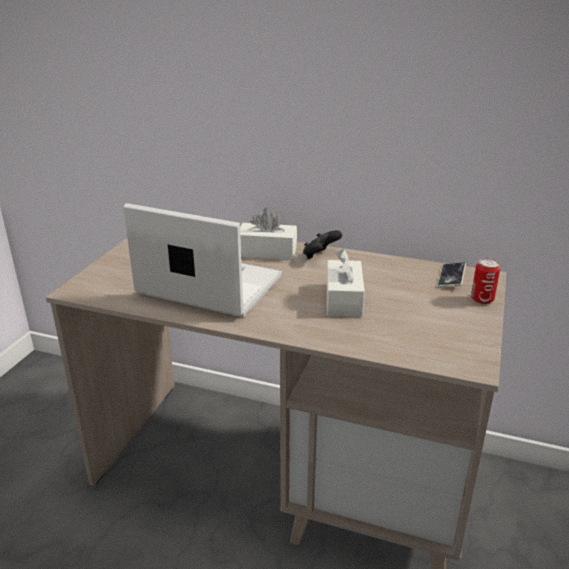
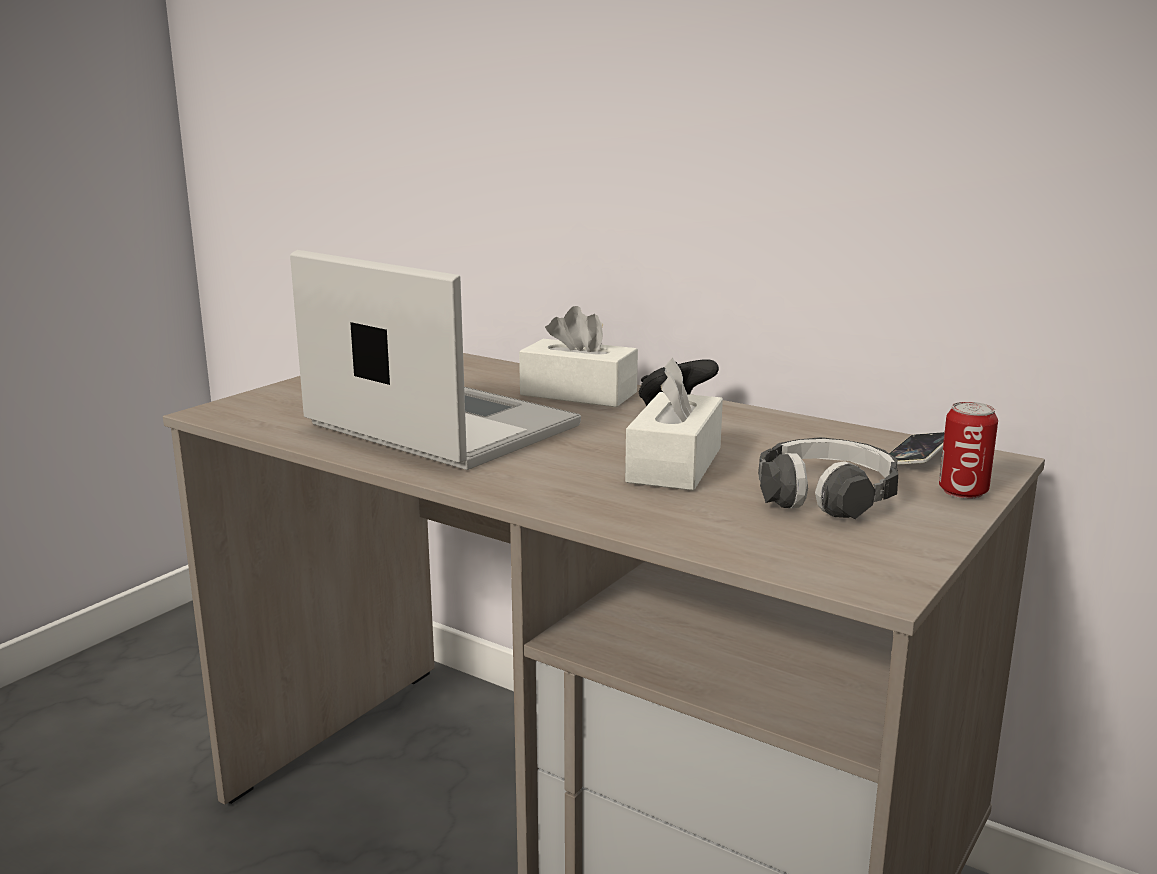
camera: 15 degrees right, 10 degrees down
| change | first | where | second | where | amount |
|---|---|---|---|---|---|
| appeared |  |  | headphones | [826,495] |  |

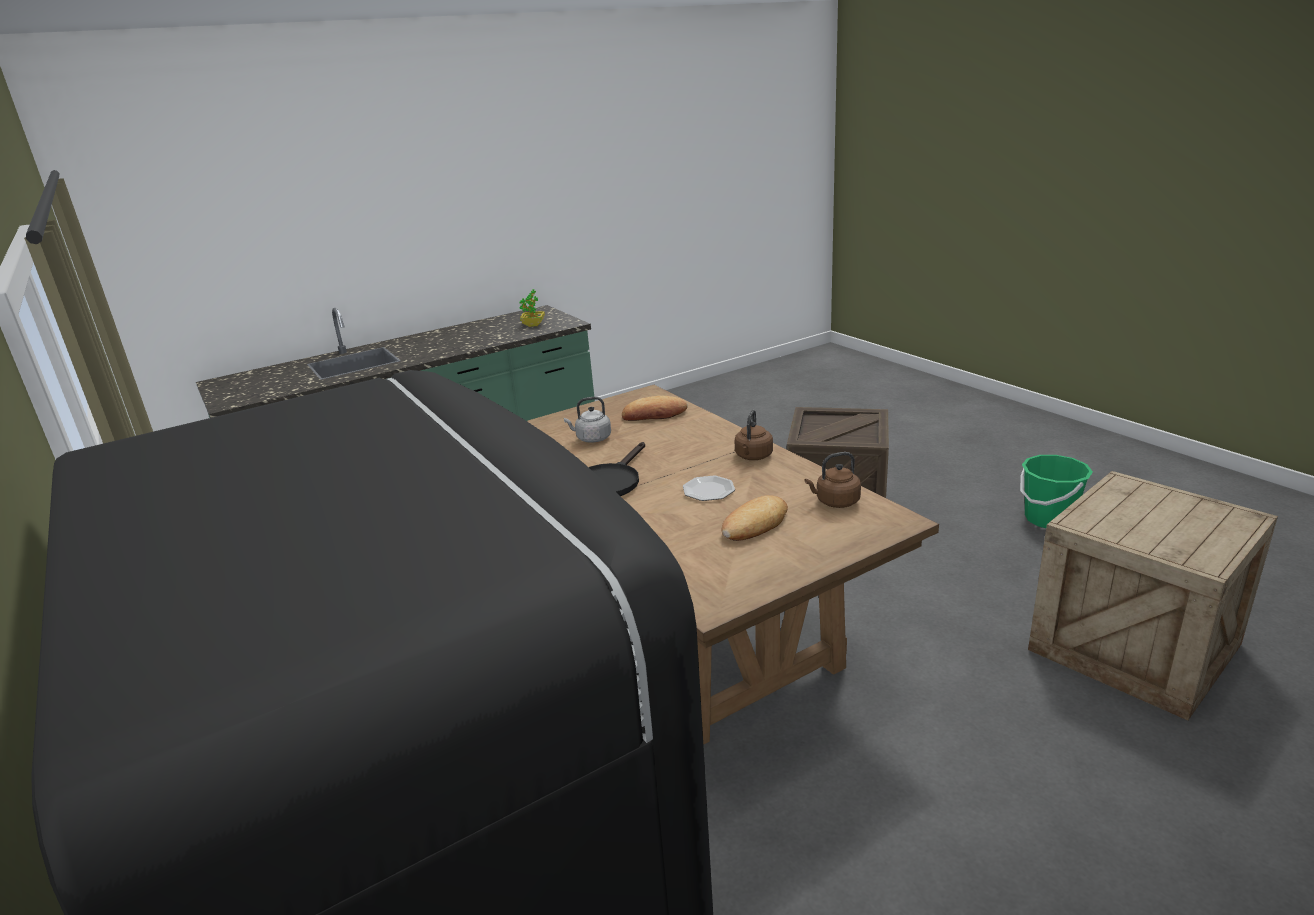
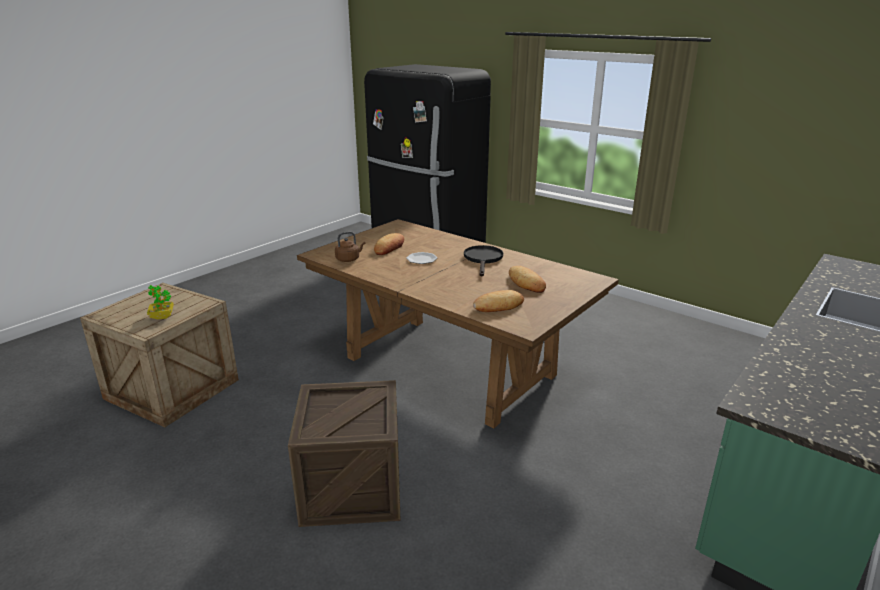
camera: 160 degrees right, 0 degrees up
| change | first | where | second | where | amount |
|---|---|---|---|---|---|
| relocated | potted plant | [533,325] |  | [162,316] |  |
| exchanged | water kettle (gray) | [591,438] | bread | [526,283] |  |
| missing | water kettle (brownish) | [753,457] |  |  |  |
| missing | water bucket (green) | [1048,519] |  |  |  |

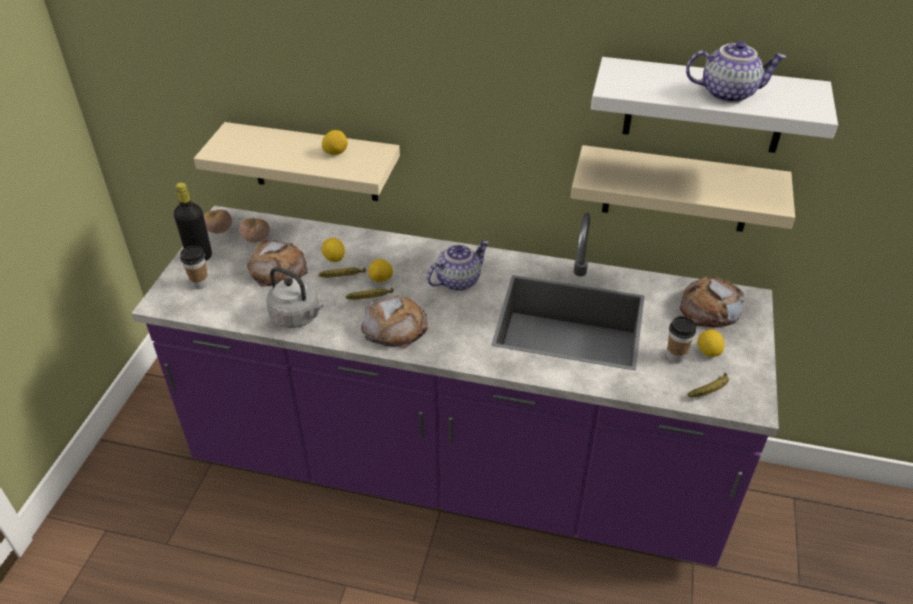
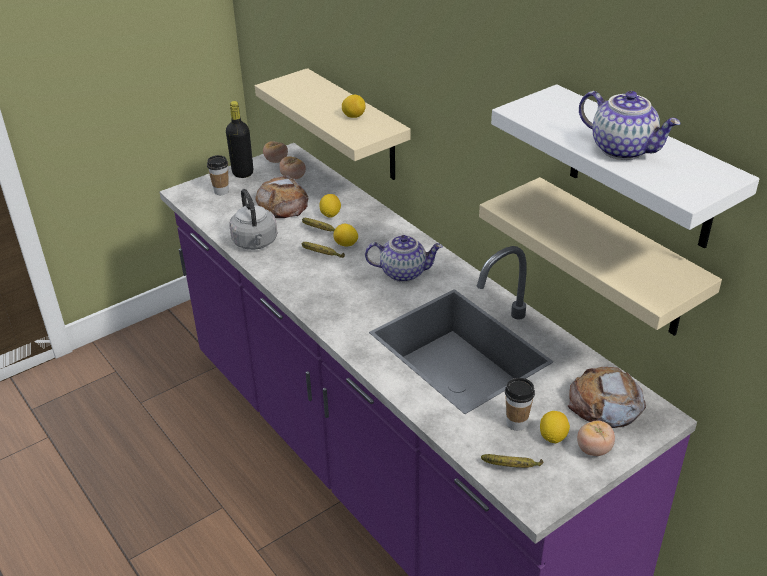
camera: 40 degrees right, 5 degrees down
| change | first | where | second | where | amount |
|---|---|---|---|---|---|
| missing | bread | [395,327] |  |  |  |
| appeared |  |  | tomato | [594,449] |  |

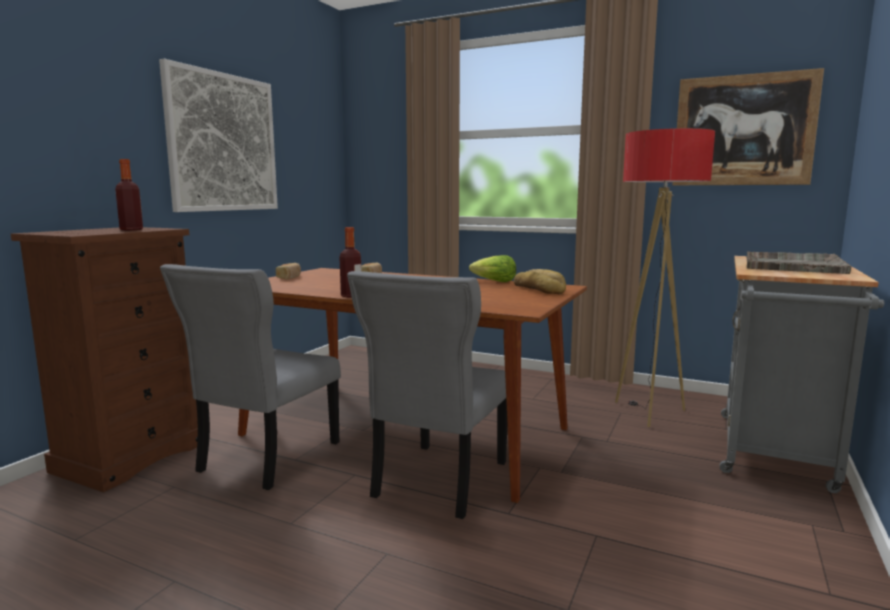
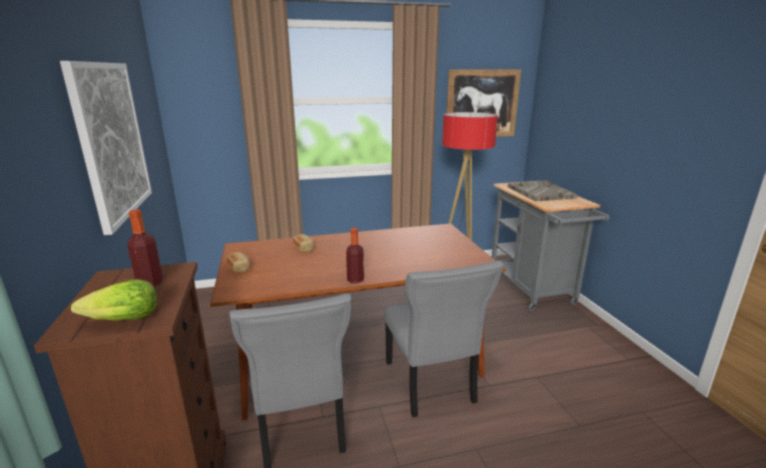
camera: 40 degrees left, 10 degrees up
| change | first | where | second | where | amount |
|---|---|---|---|---|---|
| relocated | lettuce | [494,281] |  | [123,320] |  |
| missing | bread | [539,289] |  |  |  |

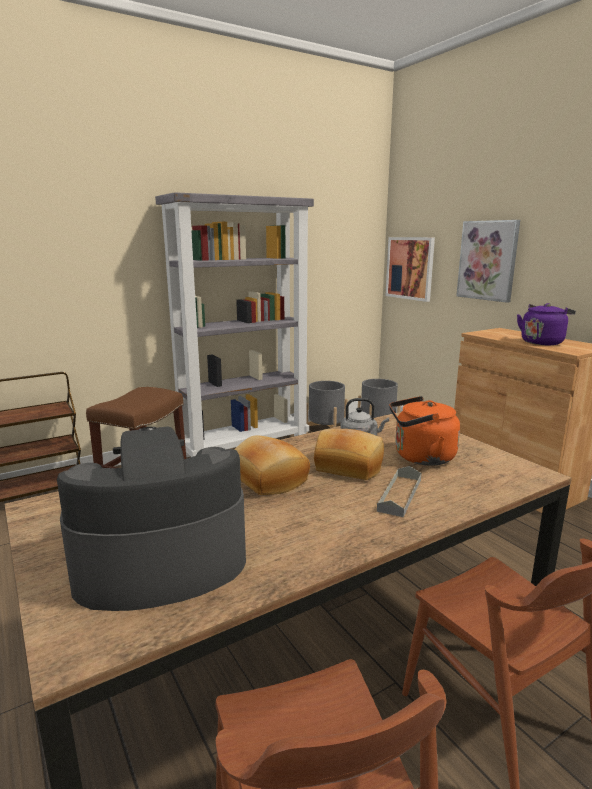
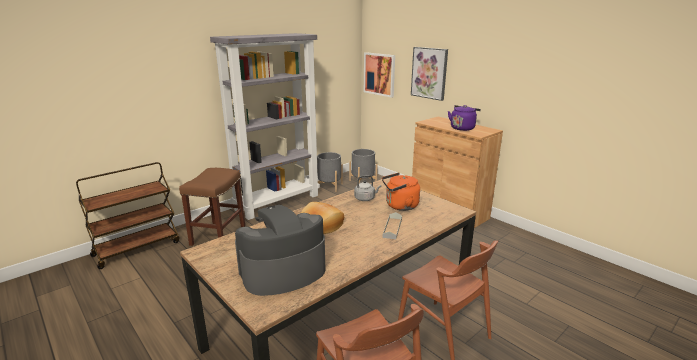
camera: 10 degrees left, 5 degrees up
| change | first | where | second | where | amount |
|---|---|---|---|---|---|
| missing | bread | [349,466] |  |  |  |

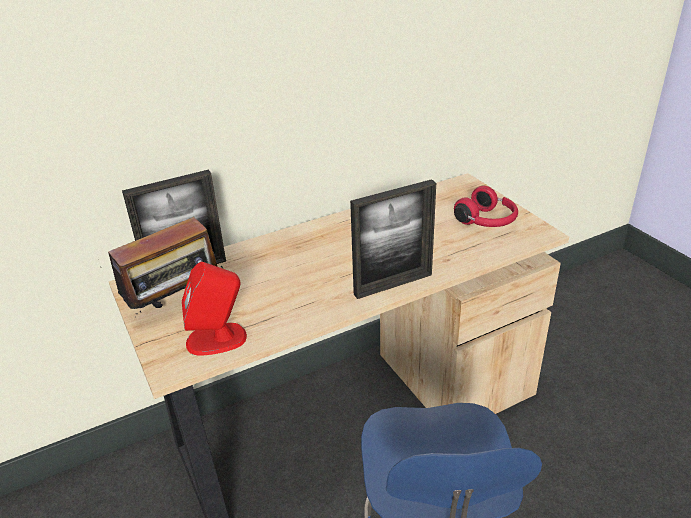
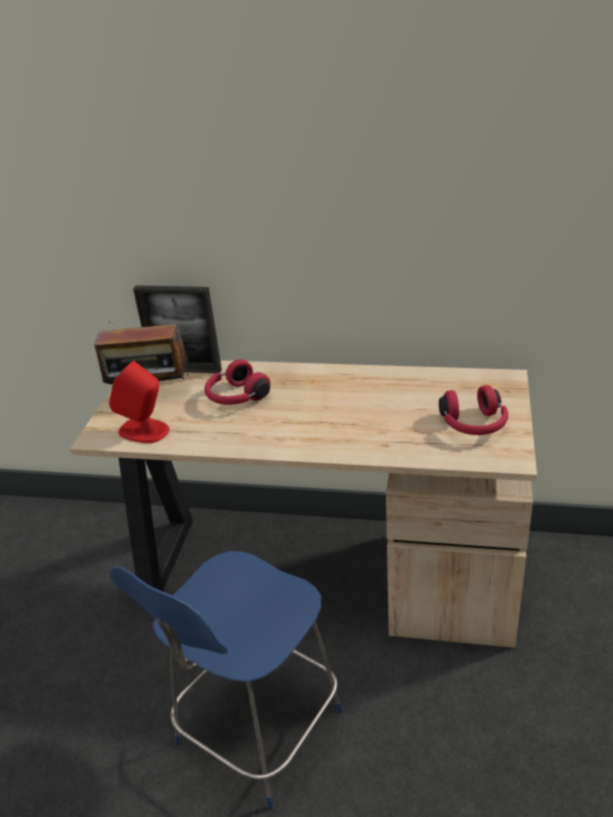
camera: 40 degrees right, 0 degrees up
| change | first | where | second | where | amount |
|---|---|---|---|---|---|
| missing | picture frame | [393,284] |  |  |  |
| appeared |  |  | headphones (reddish) | [236,397] |  |

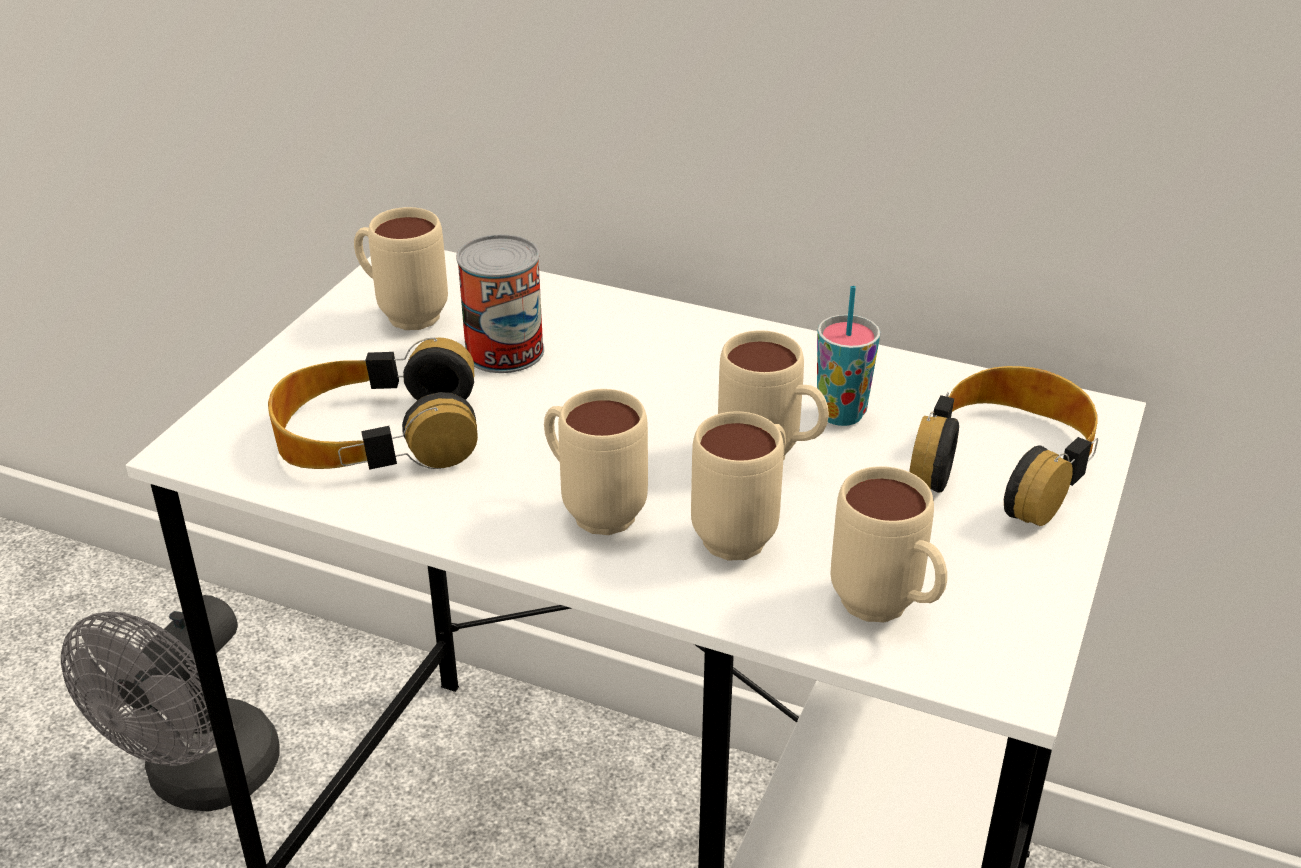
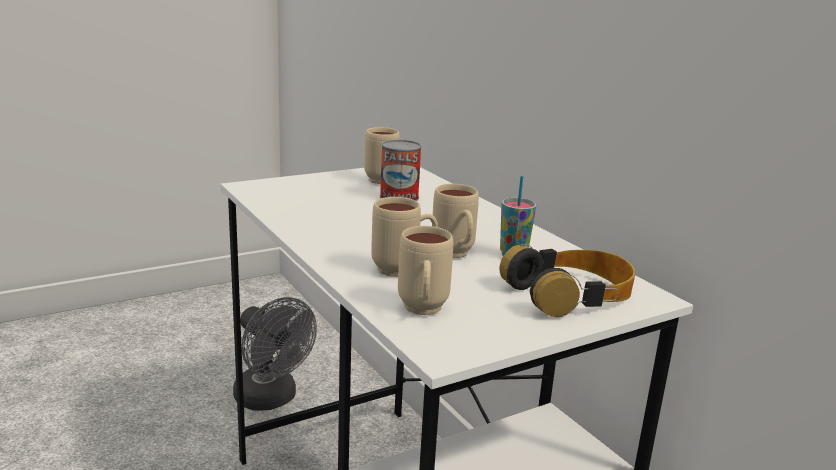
camera: 35 degrees right, 15 degrees down
| change | first | where | second | where | amount |
|---|---|---|---|---|---|
| missing | headphones | [377,435] |  |  |  |
| missing | coffee mug (sand-coloured) | [592,509] |  |  |  |
| spun | fan (gray) | [200,781] |  | [271,399] | 105 degrees counterclockwise |

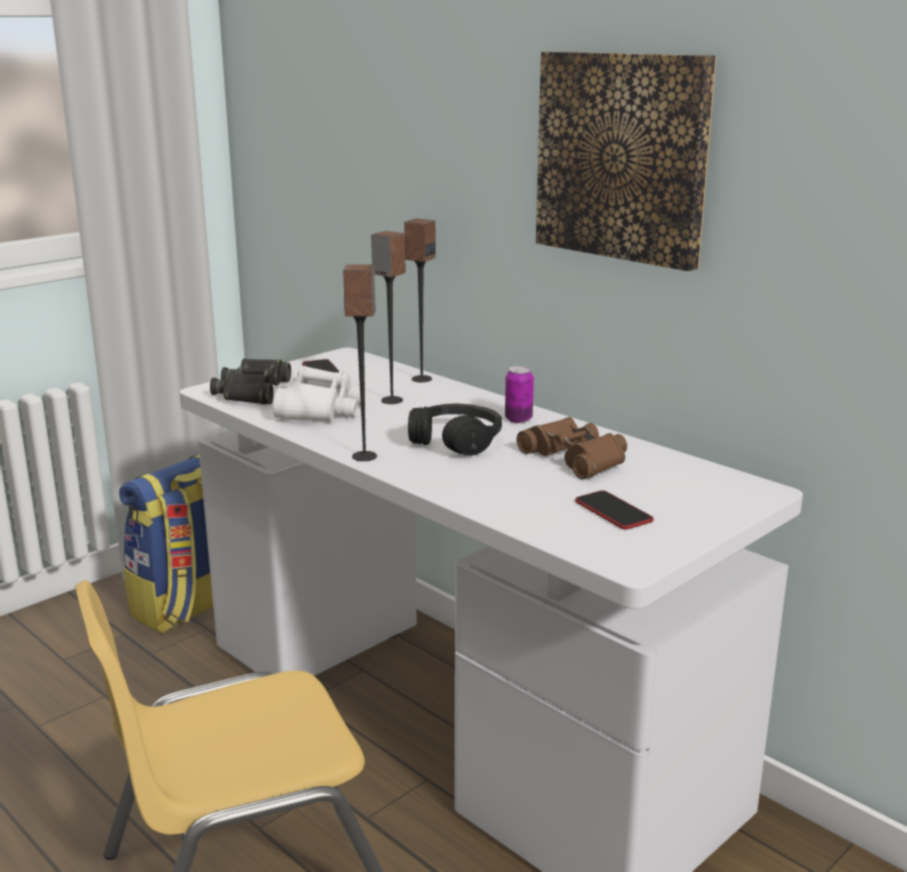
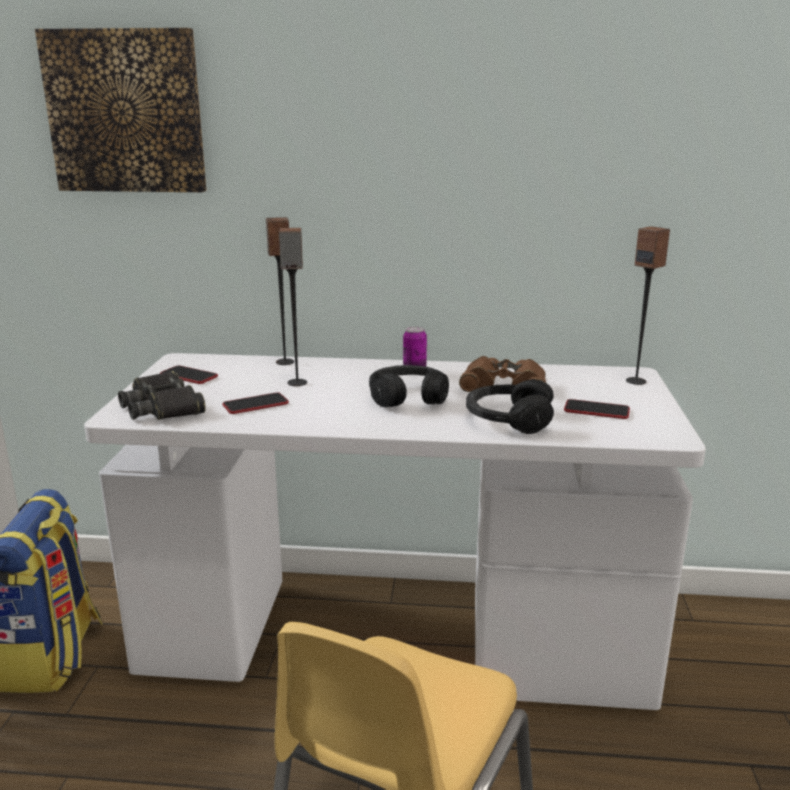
camera: 40 degrees left, 0 degrees up
| change | first | where | second | where | amount |
|---|---|---|---|---|---|
| relocated | picture | [623,157] |  | [126,112] |  |
| relocated | loudspeaker | [365,456] |  | [636,381] |  |
| exchanged | binoculars (white) | [320,409] | telephone | [255,404] |  |
| appeared |  |  | headphones (black) | [508,420] |  |

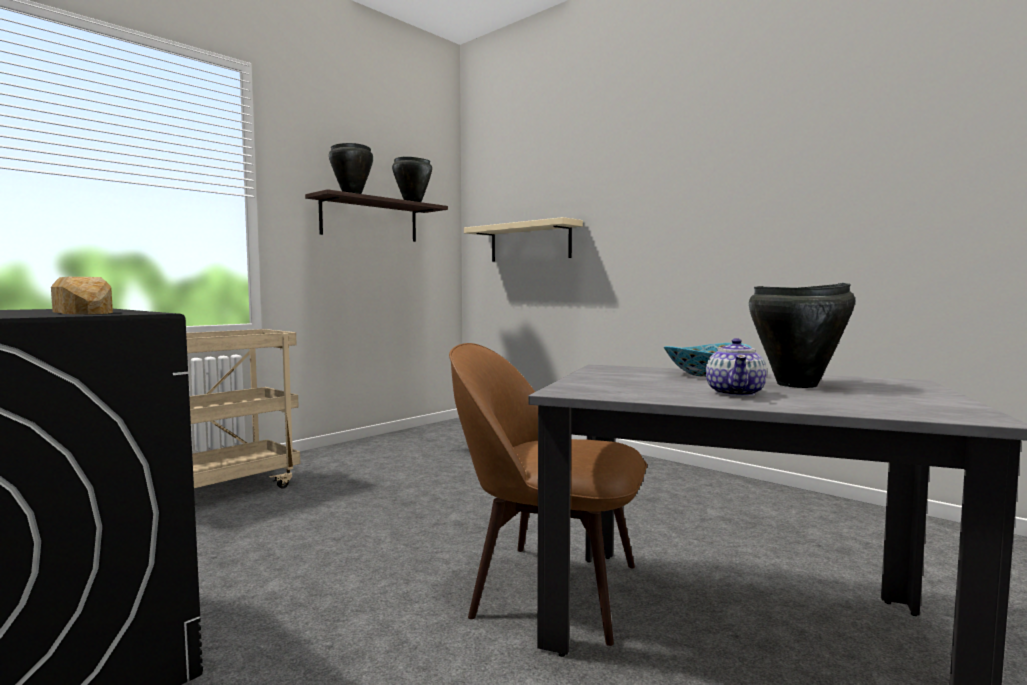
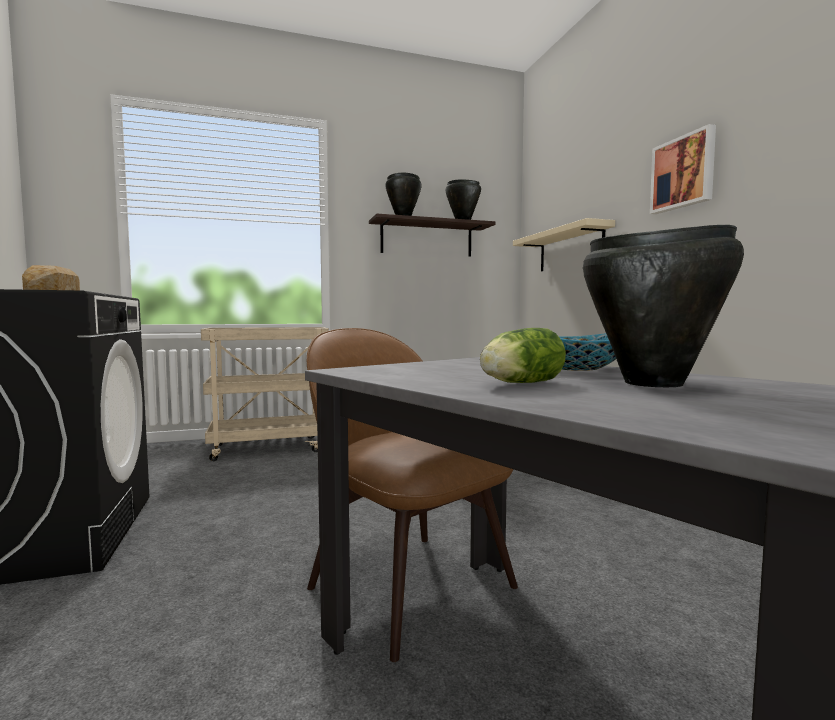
camera: 30 degrees right, 0 degrees up
| change | first | where | second | where | amount |
|---|---|---|---|---|---|
| exchanged | pot for tea | [735,393] | lettuce | [519,384] |  |
| appeared |  |  | picture | [683,173] |  |

